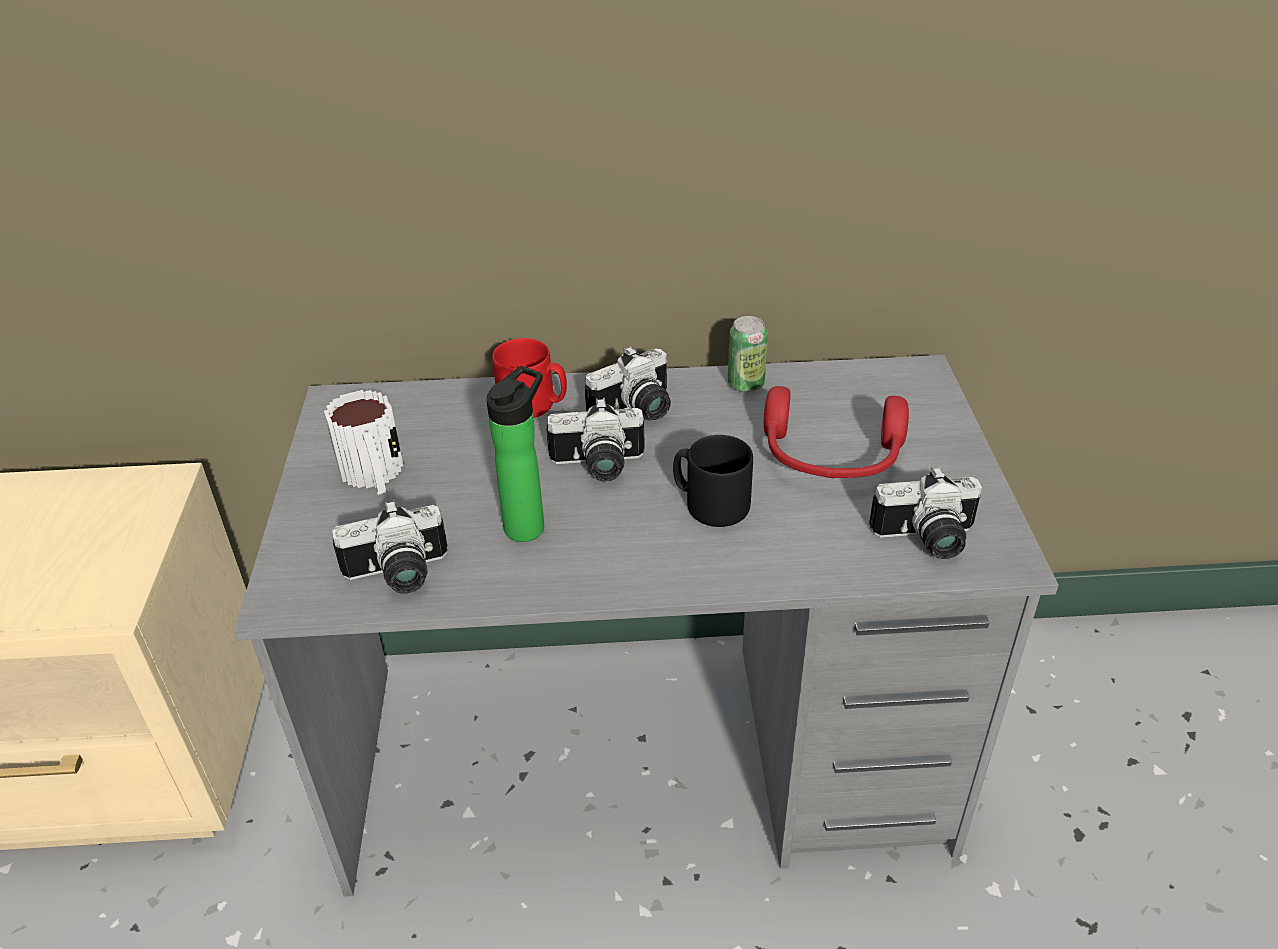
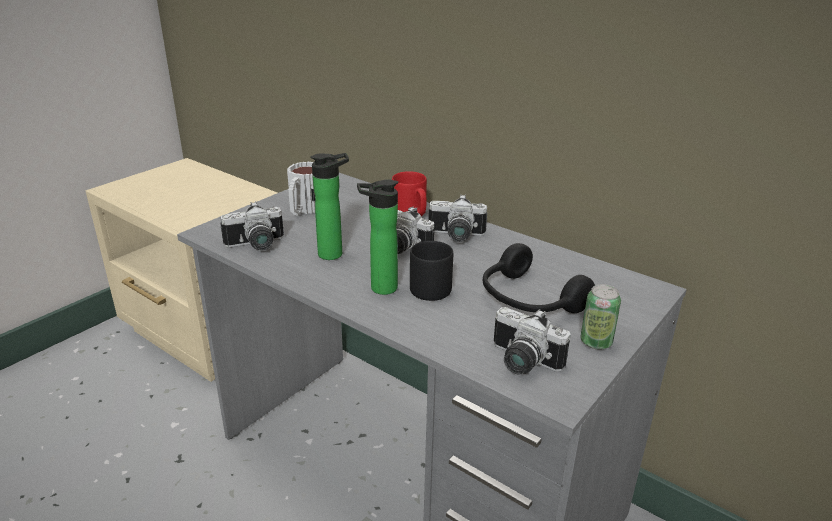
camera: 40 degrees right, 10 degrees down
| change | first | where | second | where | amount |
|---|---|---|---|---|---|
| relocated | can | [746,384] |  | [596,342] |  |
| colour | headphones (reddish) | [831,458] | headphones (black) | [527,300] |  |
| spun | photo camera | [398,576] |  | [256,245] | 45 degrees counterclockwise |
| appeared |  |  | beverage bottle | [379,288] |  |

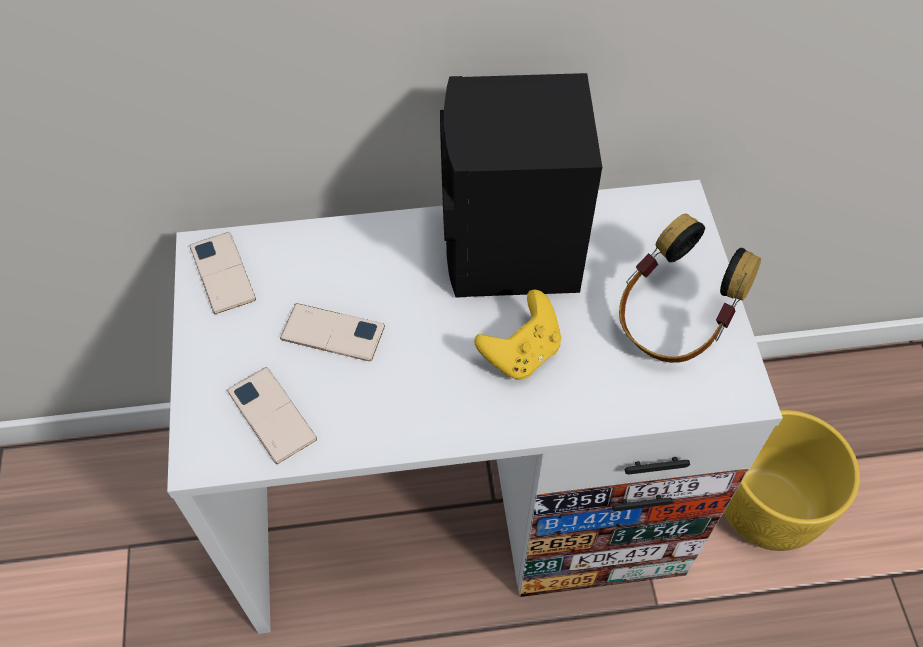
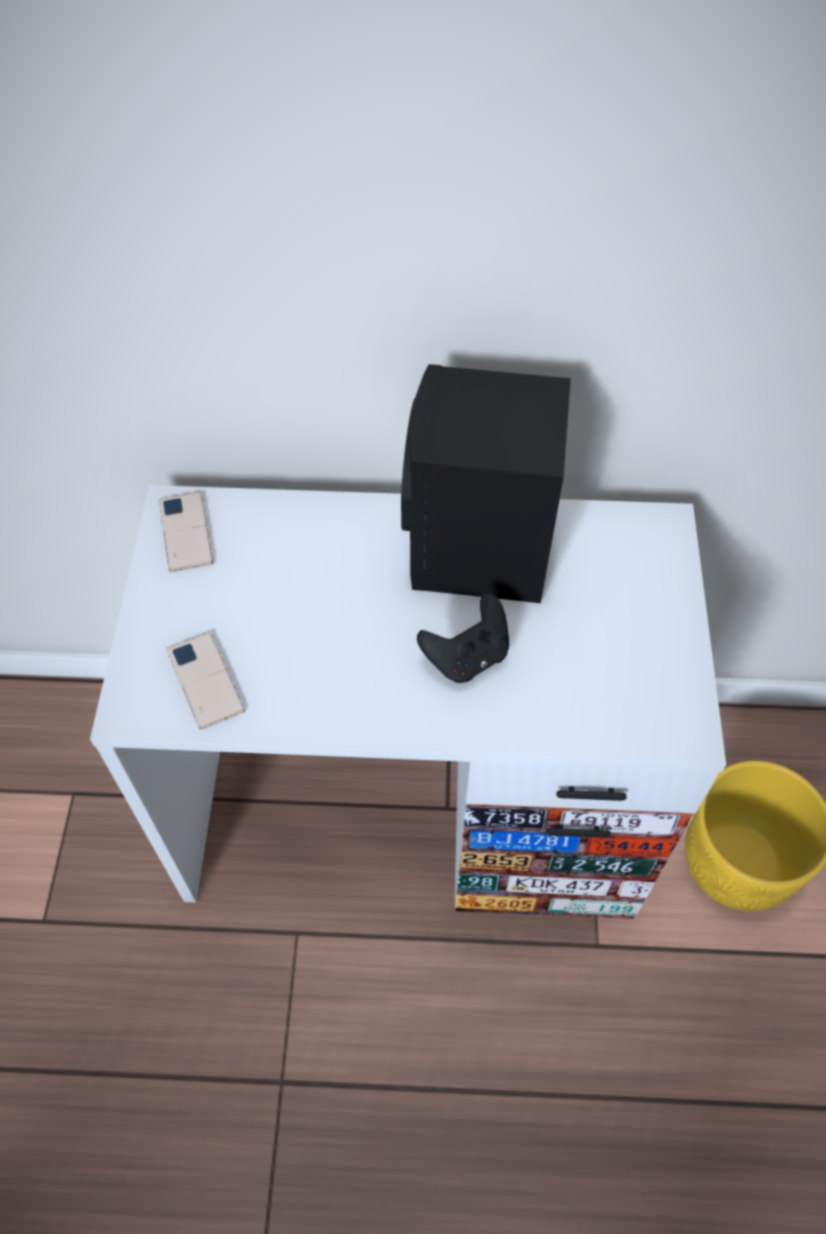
camera: 10 degrees right, 0 degrees up
| change | first | where | second | where | amount |
|---|---|---|---|---|---|
| missing | headphones | [673,322] |  |  |  |
| colour | joypad (yellow-coloured) | [521,353] | joypad (black) | [467,656] |  |
| missing | telephone | [333,333] |  |  |  |

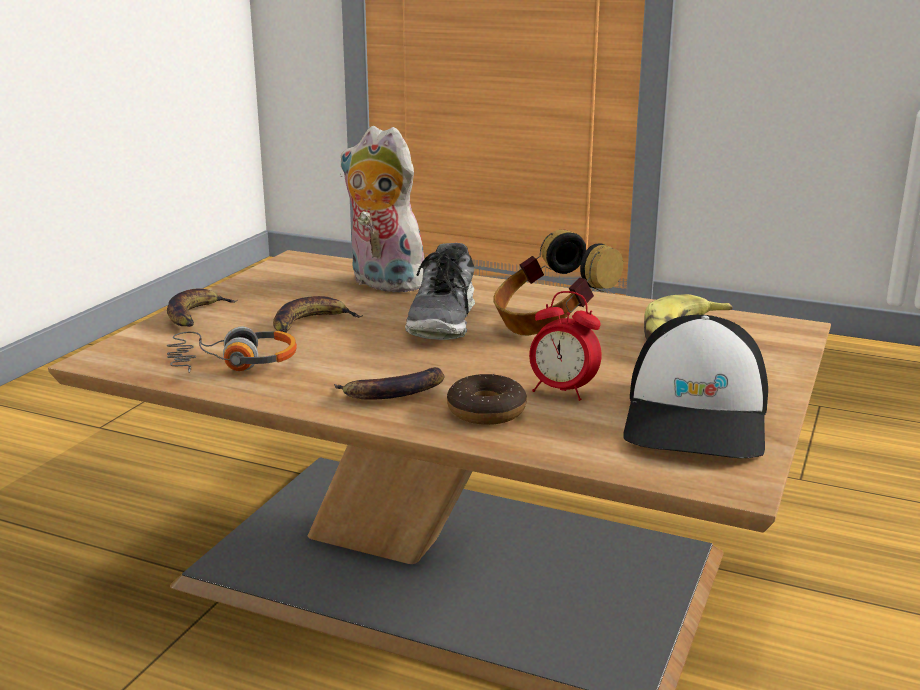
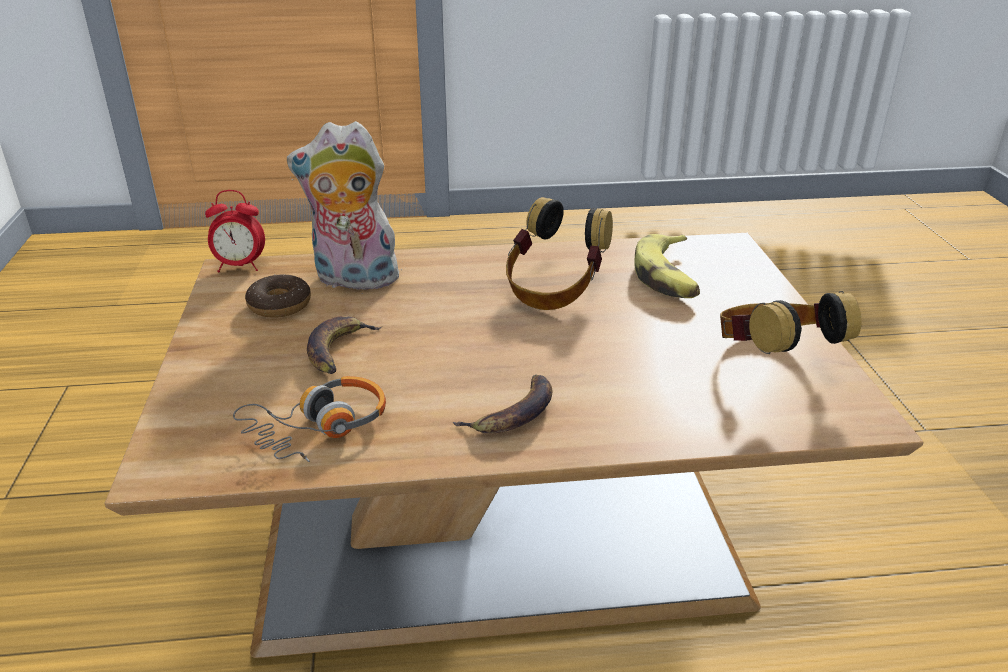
camera: 30 degrees left, 10 degrees up
| change | first | where | second | where | amount |
|---|---|---|---|---|---|
| missing | item of footwear | [444,319] |  |  |  |
| missing | banana fruit | [197,315] |  |  |  |
| relocated | bedside clock | [562,391] |  | [240,267] |  |
| exchanged | peaked cap | [697,418] | headphones | [772,360] |  |
| relocated | doughnut | [486,411] |  | [279,305] |  |

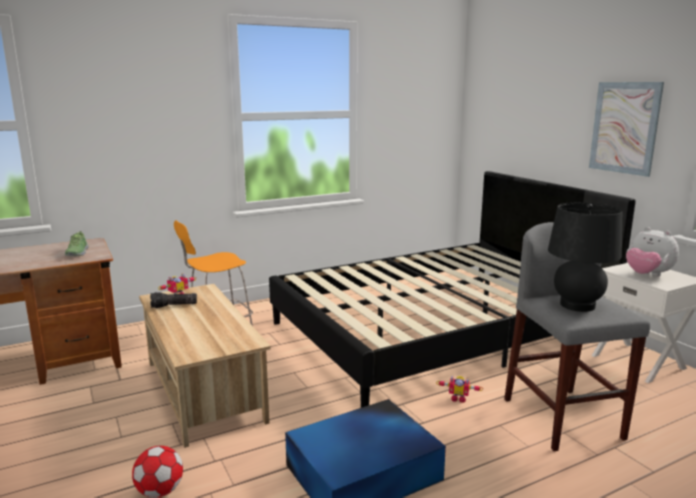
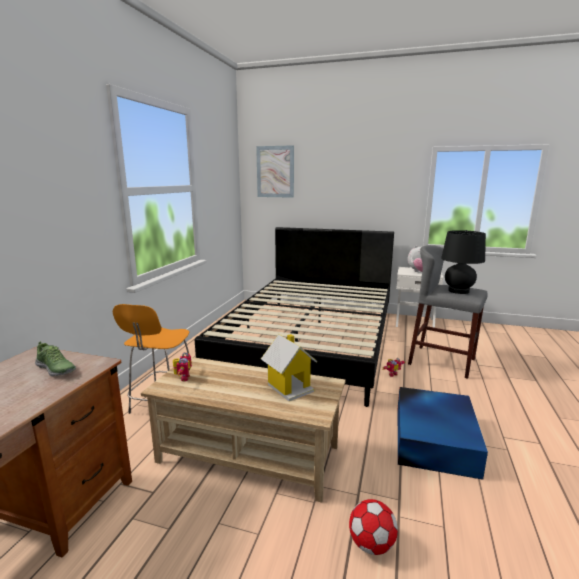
camera: 45 degrees left, 0 degrees up
| change | first | where | second | where | amount |
|---|---|---|---|---|---|
| relocated | picture | [624,127] |  | [275,172] |  |
| missing | hand torch | [173,306] |  |  |  |
| appeared |  |  | model house | [289,387] |  |

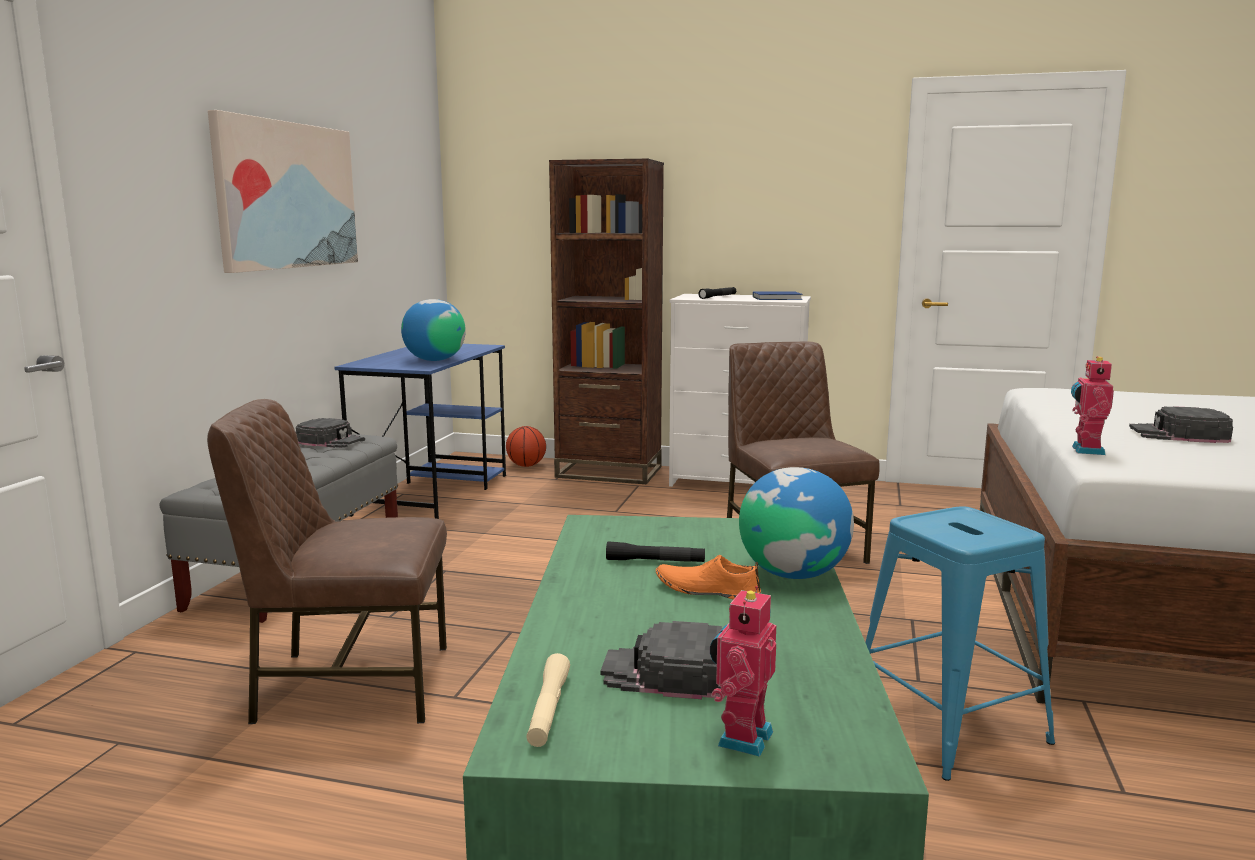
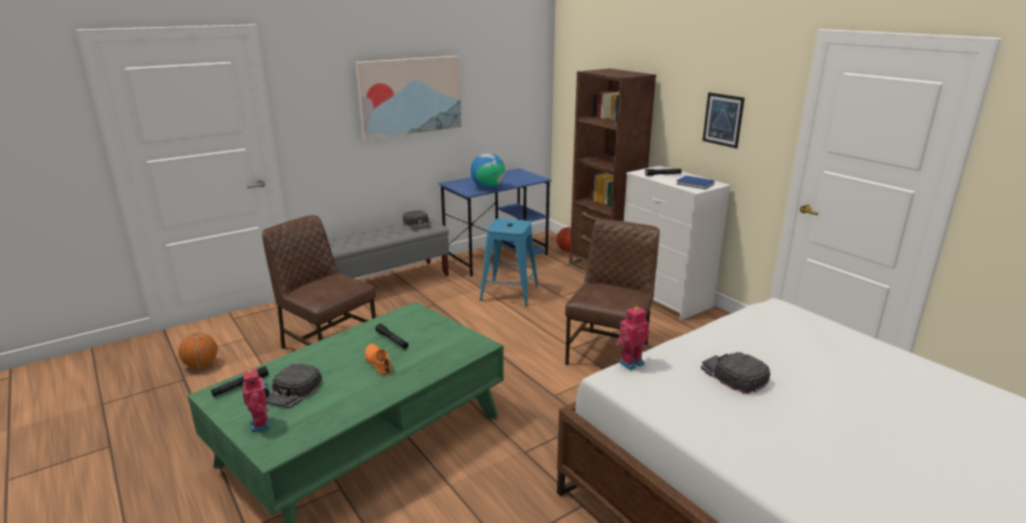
camera: 40 degrees right, 10 degrees up
| change | first | where | second | where | amount |
|---|---|---|---|---|---|
| missing | globe | [793,574] |  |  |  |
| relocated | stool (blue-coloured) | [946,725] |  | [509,292] |  |
| spun | toy robot | [741,737] |  | [262,424] | 90 degrees clockwise |
| spun | peaked cap (black) | [669,673] |  | [293,391] | 120 degrees counterclockwise |
| colour | hand torch (sand-coloured) | [548,710] | hand torch (black) | [241,385] |  |
| appeared |  |  | picture | [723,120] |  |
| appeared |  |  | ball for basketball | [201,365] |  |

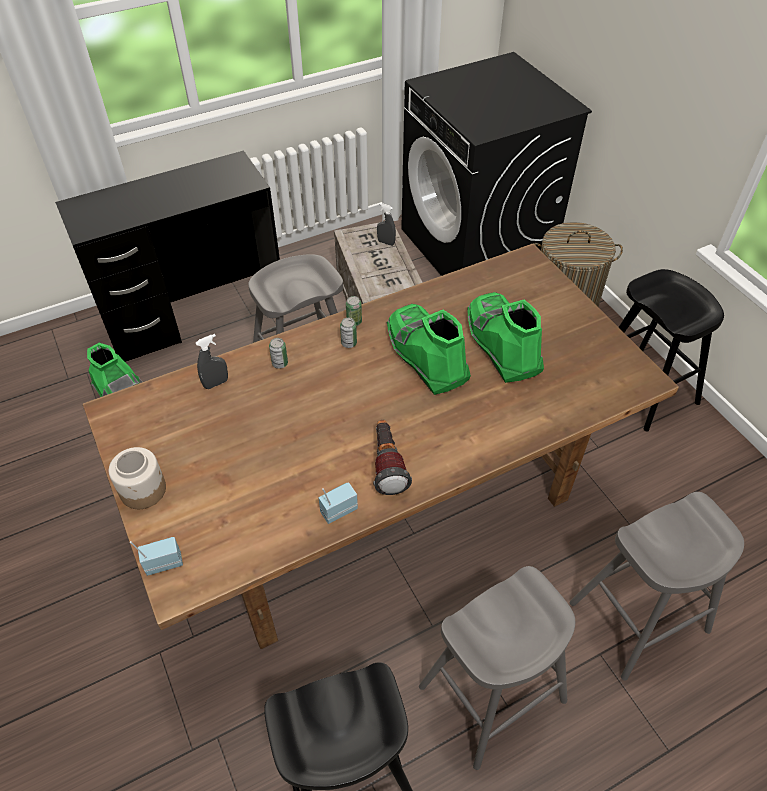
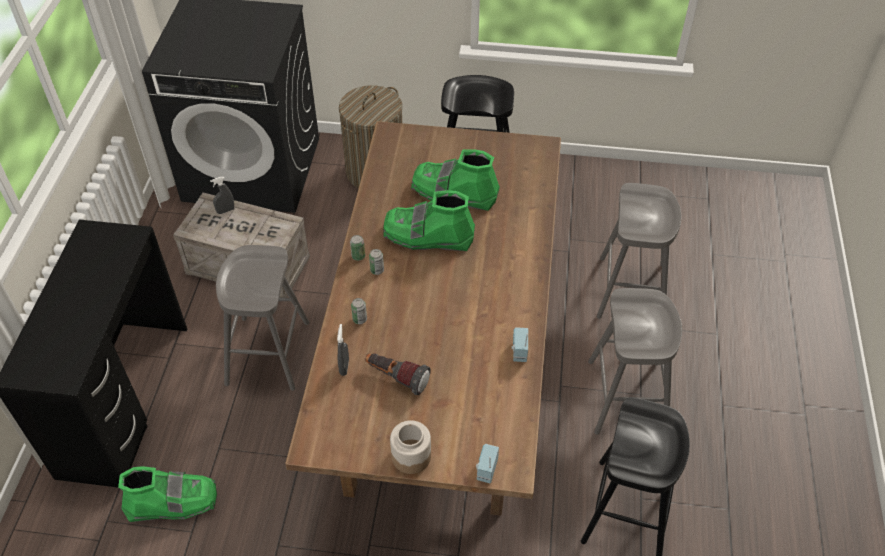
camera: 55 degrees left, 0 degrees up
| change | first | where | second | where | amount |
|---|---|---|---|---|---|
| relocated | hand torch | [387,464] |  | [396,378] |  |

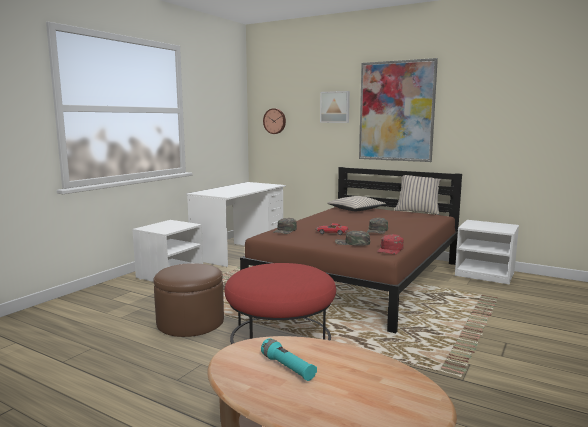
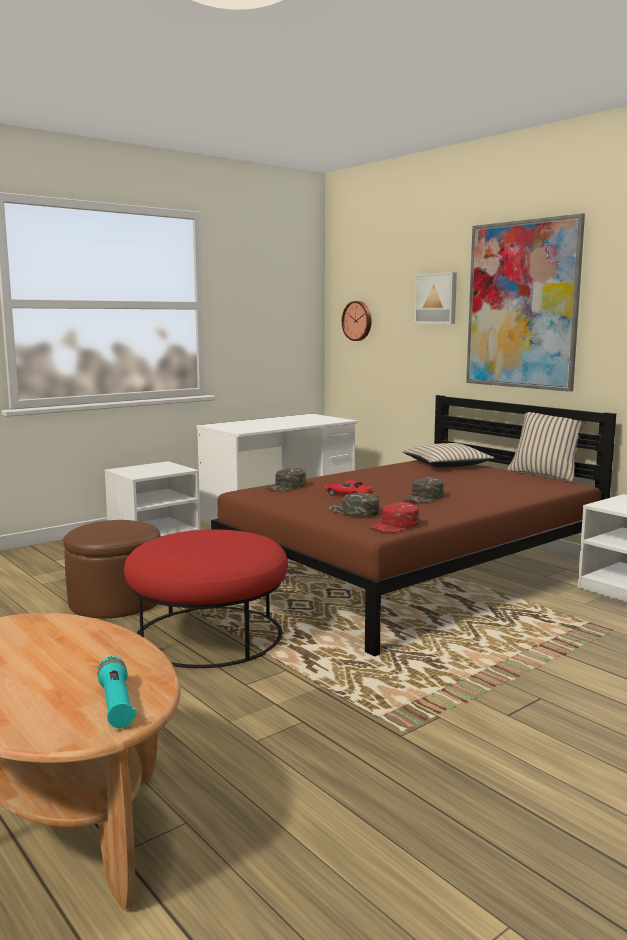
camera: 20 degrees right, 0 degrees up
| change | first | where | second | where | amount |
|---|---|---|---|---|---|
| relocated | hand torch (turquoise) | [287,367] |  | [116,704] |  |

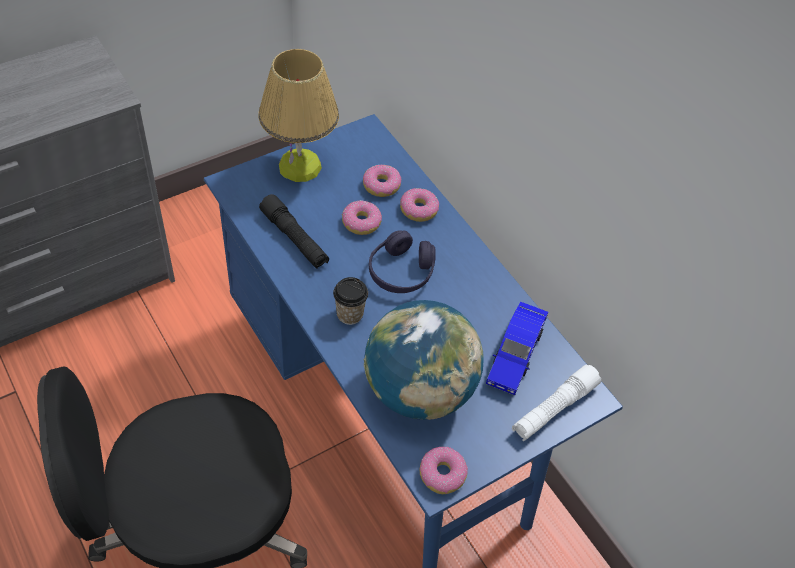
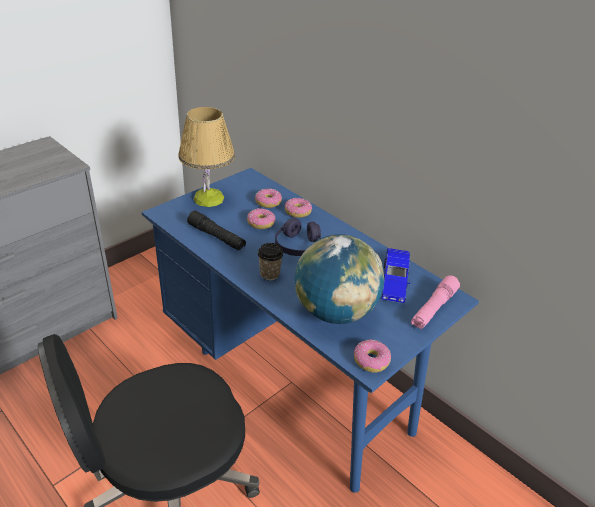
camera: 10 degrees left, 15 degrees down
| change | first | where | second | where | amount |
|---|---|---|---|---|---|
| colour | hand torch (white) | [554,409] | hand torch (pink) | [433,308] |  |

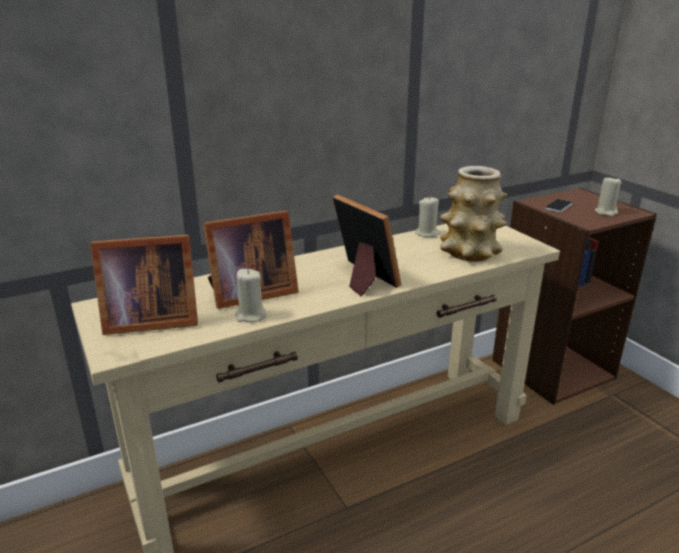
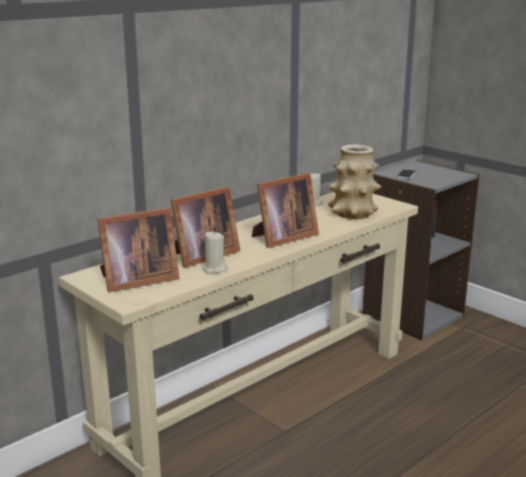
camera: 15 degrees left, 5 degrees down
| change | first | where | second | where | amount |
|---|---|---|---|---|---|
| missing | wax candle (sand-coloured) | [606,212] |  |  |  |
| colour | bookshelf (brownish) | [551,368] | bookshelf (gray) | [412,315] |  |
| spun | picture frame | [362,278] |  | [282,238] | 105 degrees clockwise |

